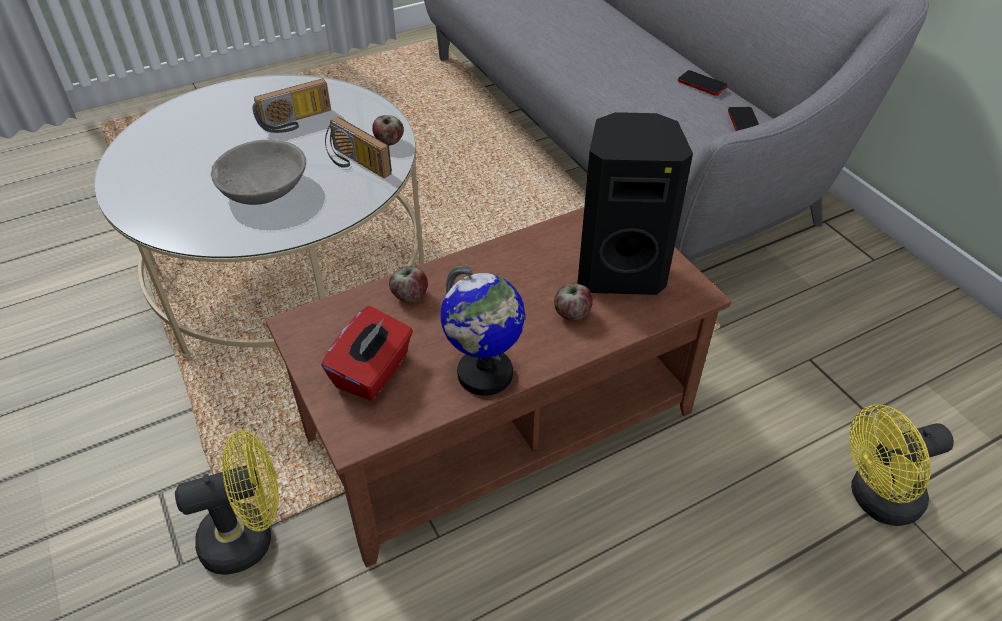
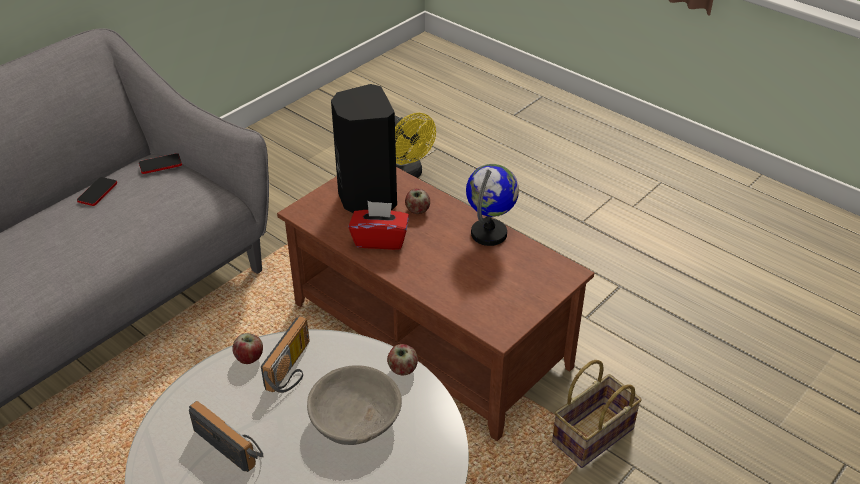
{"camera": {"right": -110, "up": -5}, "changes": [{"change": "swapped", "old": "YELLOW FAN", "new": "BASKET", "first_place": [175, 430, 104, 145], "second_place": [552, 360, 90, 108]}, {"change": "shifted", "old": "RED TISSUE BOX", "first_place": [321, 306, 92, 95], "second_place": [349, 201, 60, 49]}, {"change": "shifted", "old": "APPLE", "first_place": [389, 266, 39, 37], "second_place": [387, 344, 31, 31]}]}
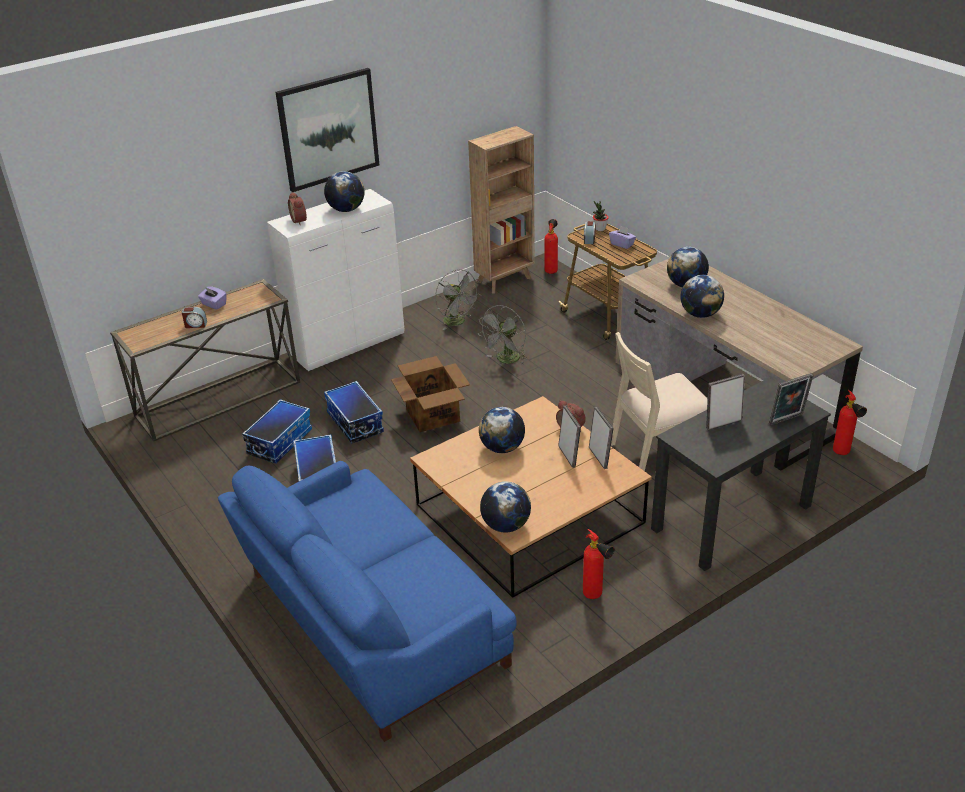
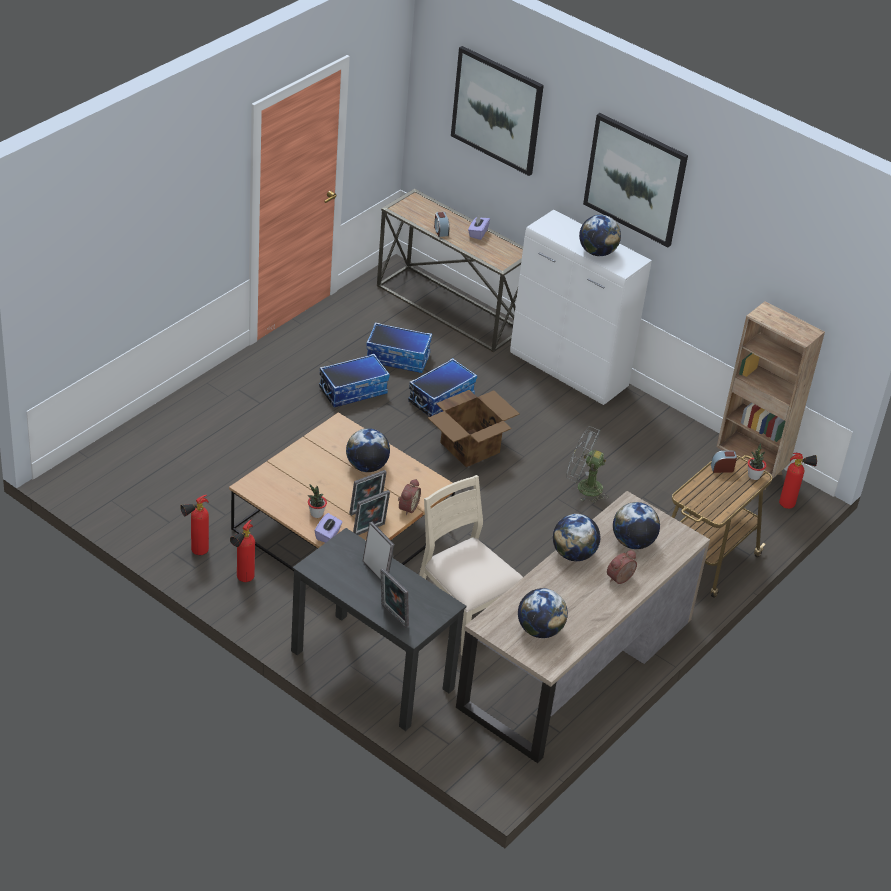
{"camera": {"right": 70, "up": 5}, "changes": [{"change": "gone", "old": "BLUE SOFA", "first_place": [218, 461, 298, 281]}, {"change": "shifted", "old": "ALARM CLOCK", "first_place": [288, 192, 19, 33], "second_place": [607, 550, 30, 34]}, {"change": "gone", "old": "GREY FAN", "first_place": [435, 269, 46, 61]}, {"change": "shifted", "old": "GLOBE", "first_place": [480, 481, 51, 52], "second_place": [518, 588, 50, 50]}, {"change": "shifted", "old": "PURPLE TISSUE BOX", "first_place": [609, 225, 27, 24], "second_place": [315, 513, 28, 30]}, {"change": "shifted", "old": "FIRE EXTINGUISHER", "first_place": [833, 390, 34, 65], "second_place": [180, 495, 29, 60]}, {"change": "new", "new": "POTTED PLANT", "second_place": [308, 484, 19, 34]}, {"change": "new", "new": "PICTURE", "second_place": [451, 46, 93, 130]}]}
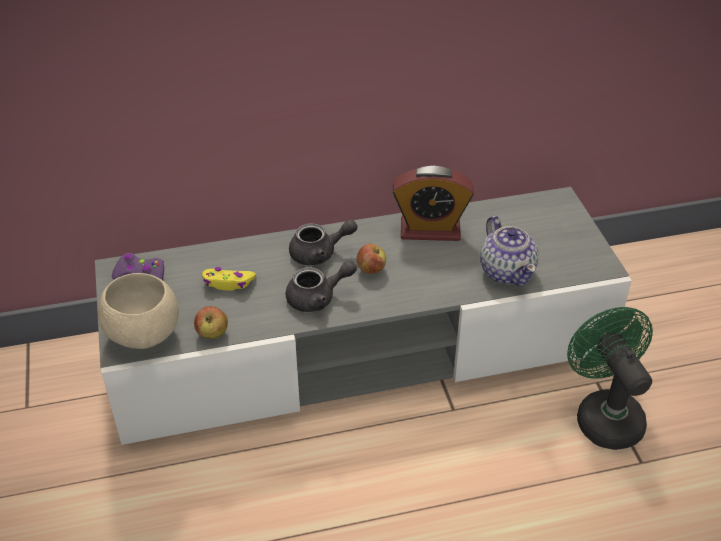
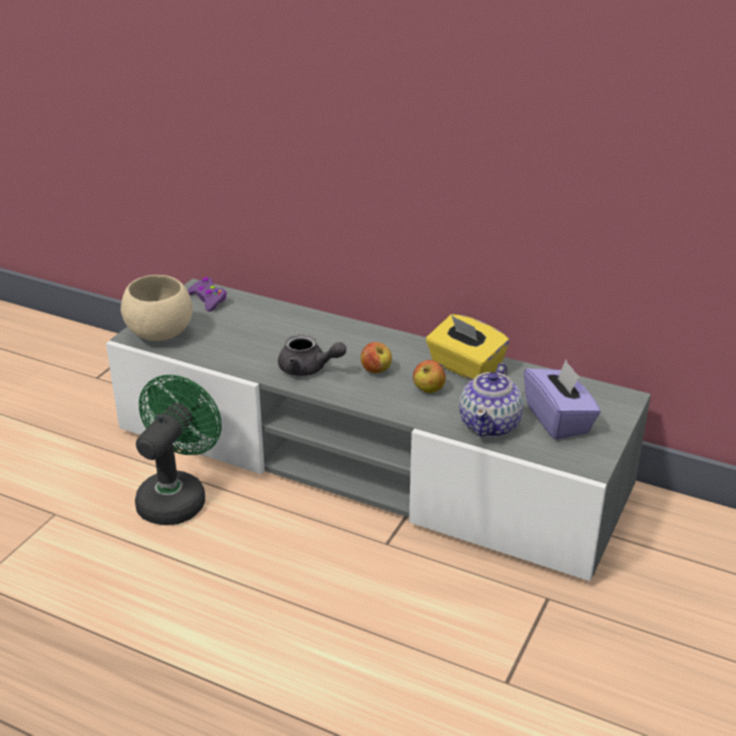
{"camera": {"right": 40, "up": -10}, "changes": [{"change": "shifted", "old": "APPLE", "first_place": [194, 306, 34, 33], "second_place": [413, 360, 33, 33]}, {"change": "gone", "old": "YELLOW GAME CONTROLLER", "first_place": [202, 267, 54, 23]}, {"change": "gone", "old": "GREY TEAPOT", "first_place": [289, 219, 69, 46]}, {"change": "swapped", "old": "ALARM CLOCK", "new": "YELLOW TISSUE BOX", "first_place": [393, 166, 81, 75], "second_place": [426, 314, 83, 66]}, {"change": "shifted", "old": "GREEN FAN", "first_place": [567, 307, 86, 143], "second_place": [135, 375, 87, 150]}, {"change": "new", "new": "PURPLE TISSUE BOX", "second_place": [524, 360, 77, 80]}]}
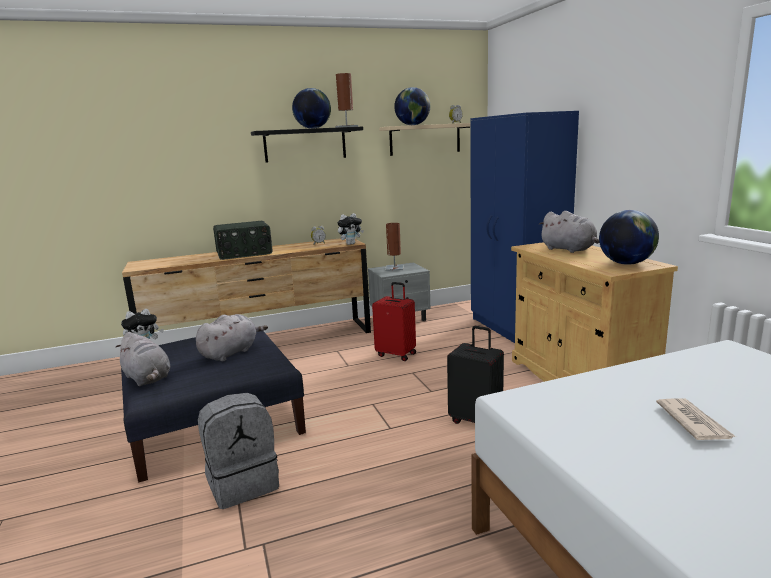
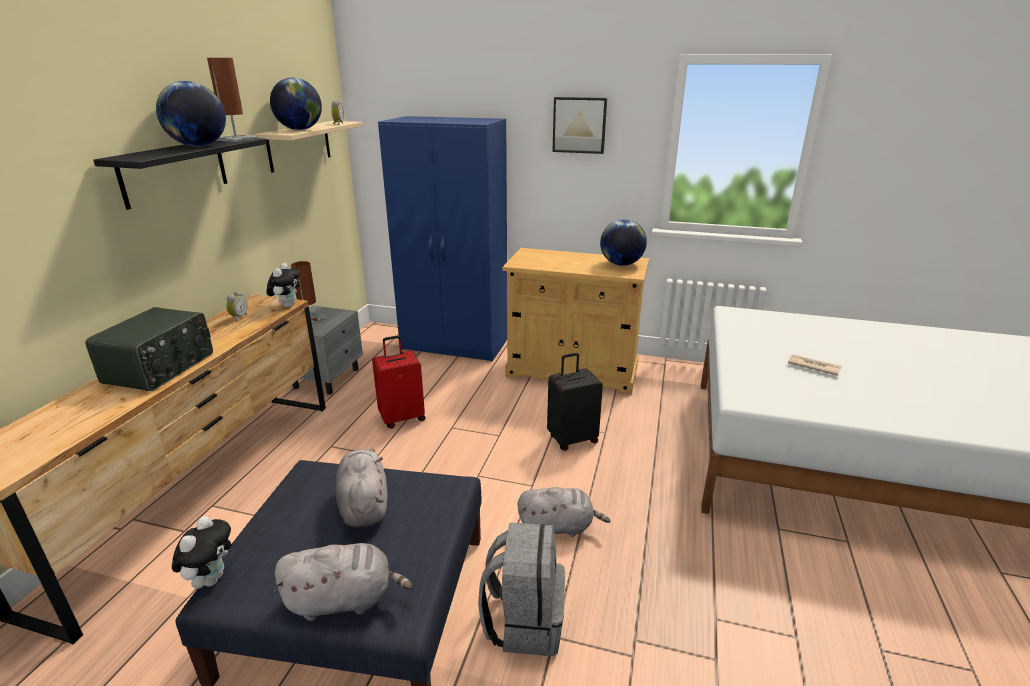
{"camera": {"right": -55, "up": 10}, "changes": [{"change": "shifted", "old": "GREY PLUSH TOY", "first_place": [539, 211, 60, 42], "second_place": [517, 487, 94, 50]}, {"change": "new", "new": "PICTURE", "second_place": [552, 97, 55, 57]}]}
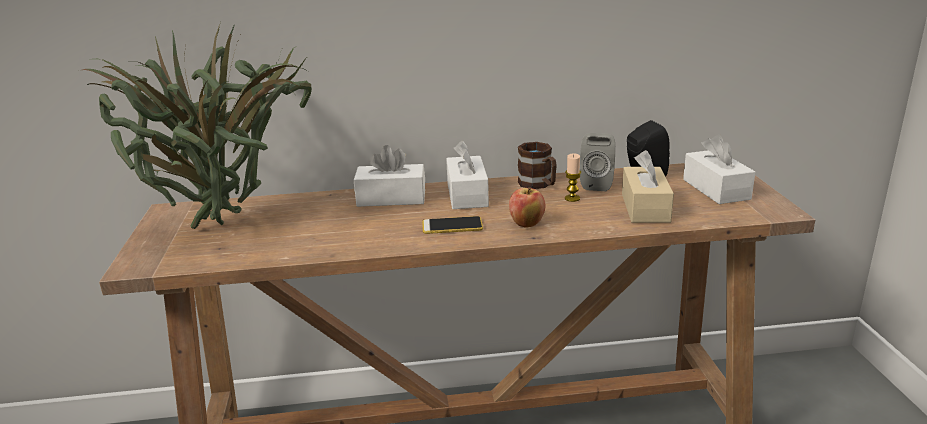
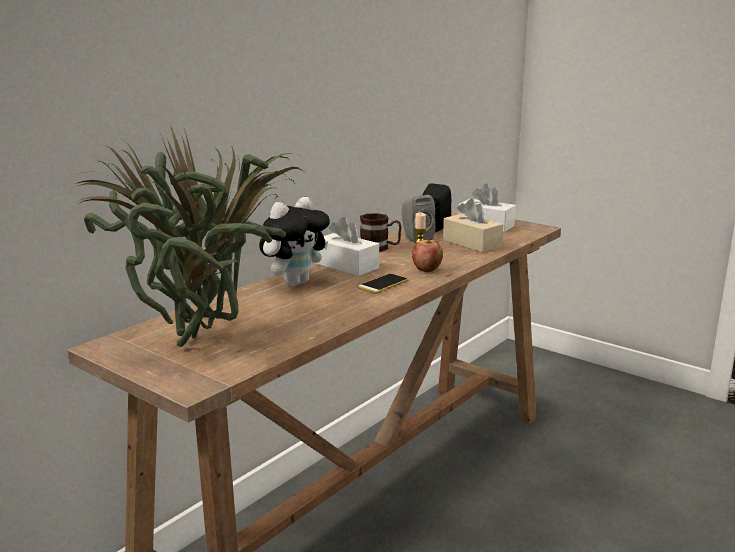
{"camera": {"right": -45, "up": -5}, "changes": [{"change": "swapped", "old": "WHITE TISSUE BOX", "new": "PLUSH TOY", "first_place": [354, 145, 71, 62], "second_place": [259, 197, 71, 89]}]}
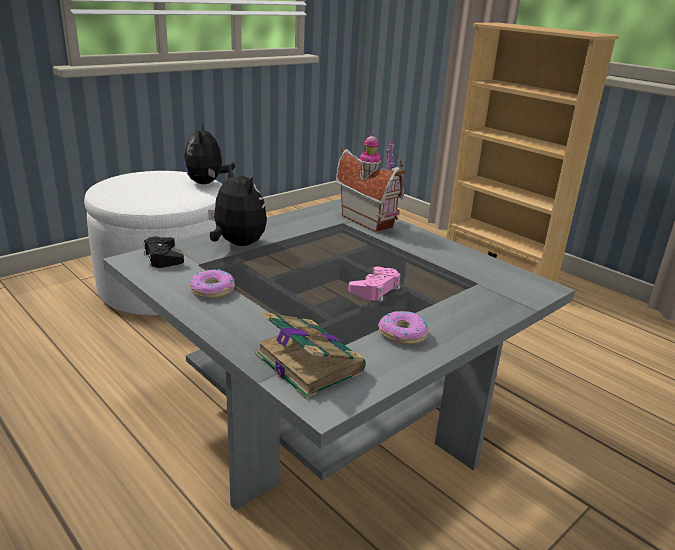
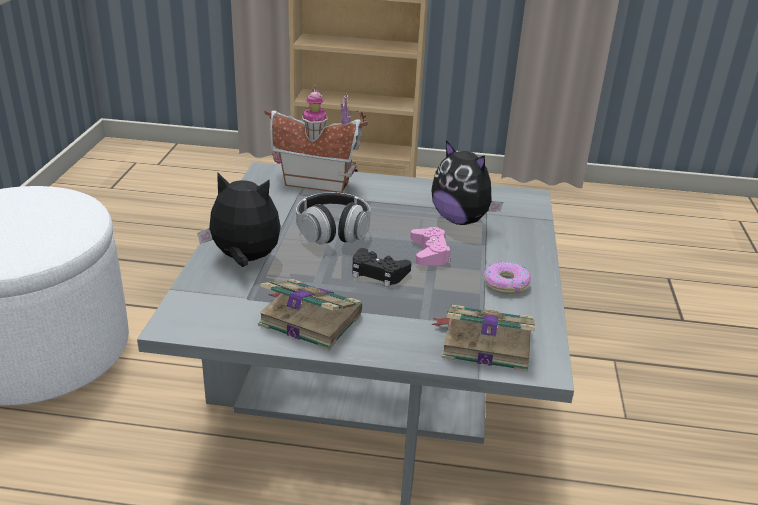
{"camera": {"right": -40, "up": 5}, "changes": [{"change": "shifted", "old": "BLACK GAME CONTROLLER", "first_place": [143, 237, 41, 31], "second_place": [352, 248, 59, 39]}, {"change": "shifted", "old": "PLUSH TOY", "first_place": [184, 123, 51, 61], "second_place": [431, 140, 72, 85]}, {"change": "swapped", "old": "DONUT", "new": "BOOK", "first_place": [189, 269, 46, 30], "second_place": [258, 279, 104, 71]}, {"change": "new", "new": "HEADPHONES", "second_place": [296, 192, 74, 53]}]}
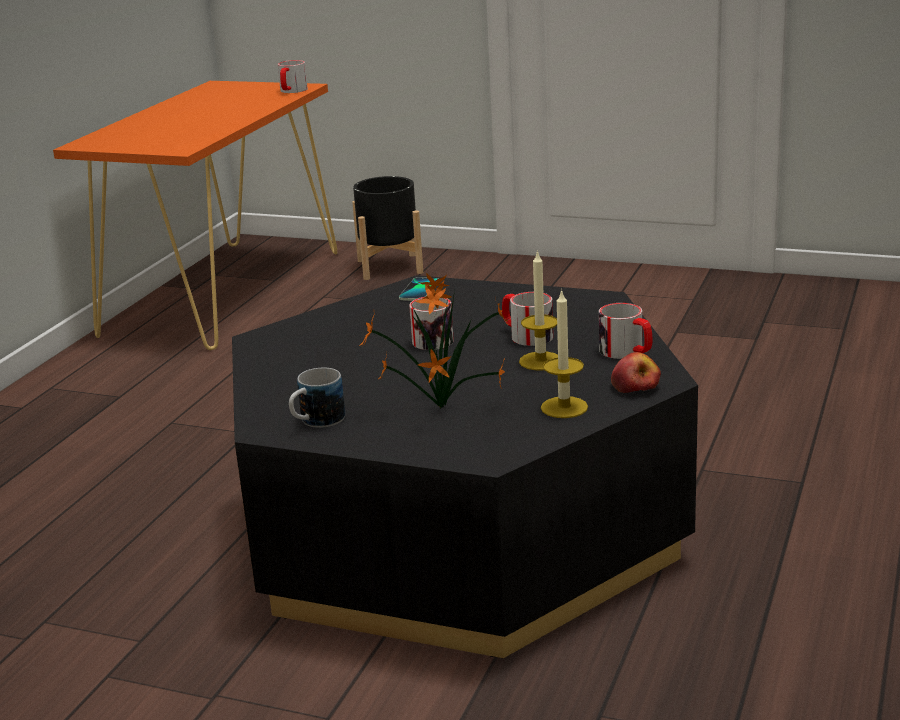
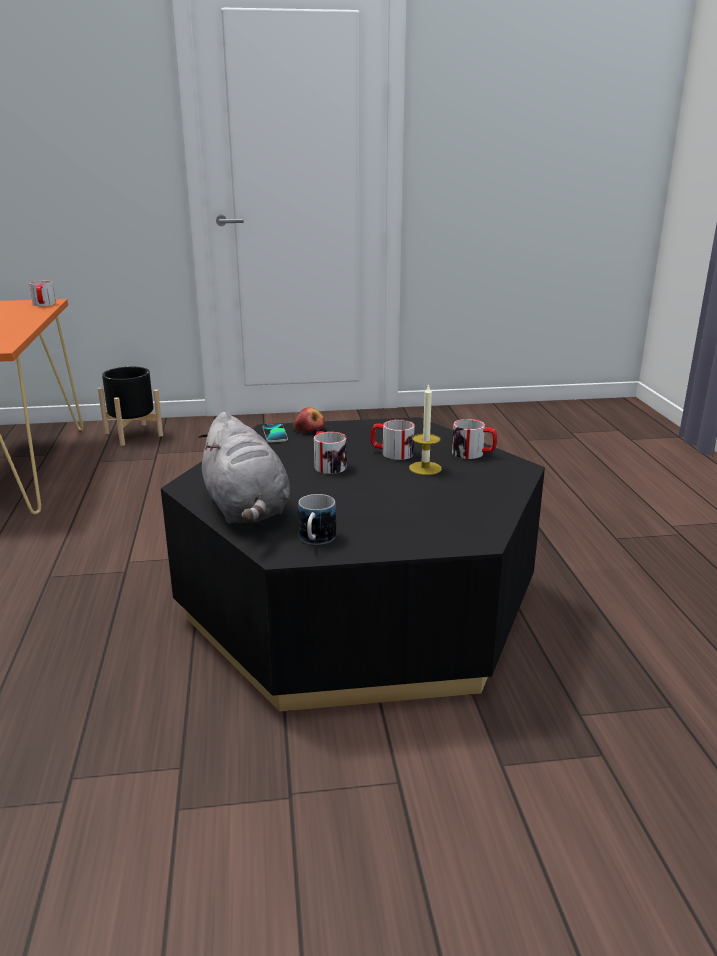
{"camera": {"right": -30, "up": 0}, "changes": [{"change": "gone", "old": "POTTED PLANT", "first_place": [359, 273, 148, 136]}, {"change": "gone", "old": "CANDLE", "first_place": [541, 289, 47, 129]}, {"change": "shifted", "old": "APPLE", "first_place": [611, 352, 50, 41], "second_place": [293, 407, 32, 26]}, {"change": "new", "new": "GREY PLUSH TOY", "second_place": [198, 412, 92, 112]}]}
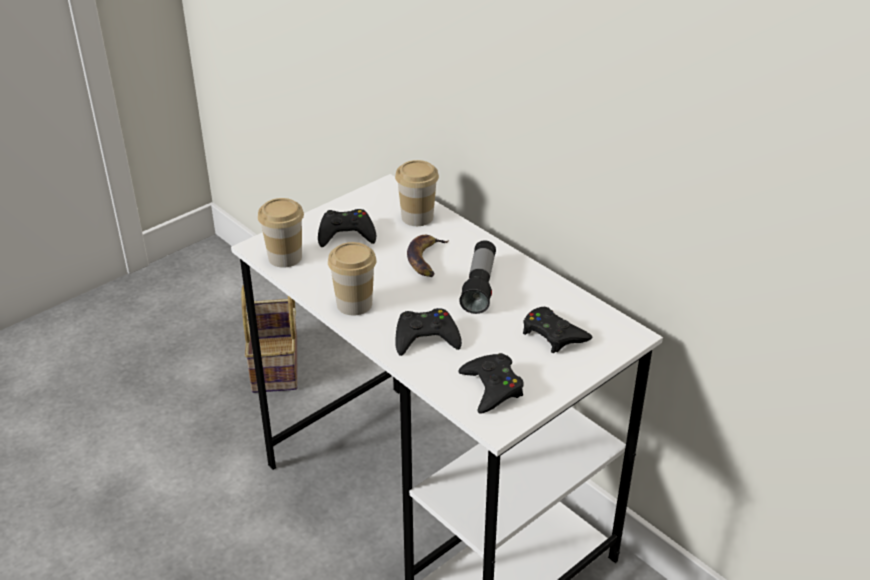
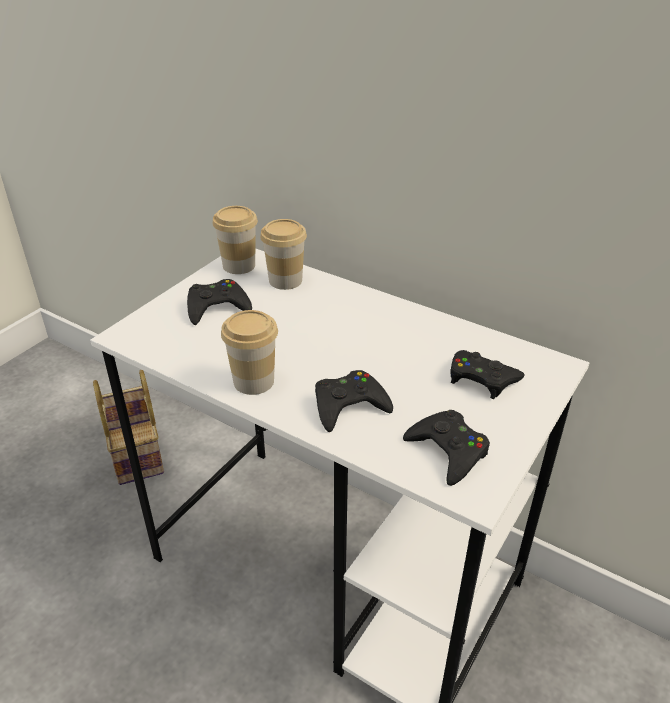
{"camera": {"right": -15, "up": 0}, "changes": [{"change": "shifted", "old": "CUP", "first_place": [258, 198, 46, 70], "second_place": [212, 206, 46, 68]}, {"change": "gone", "old": "BANANA", "first_place": [407, 235, 42, 42]}, {"change": "gone", "old": "FLASHLIGHT", "first_place": [459, 240, 37, 74]}]}
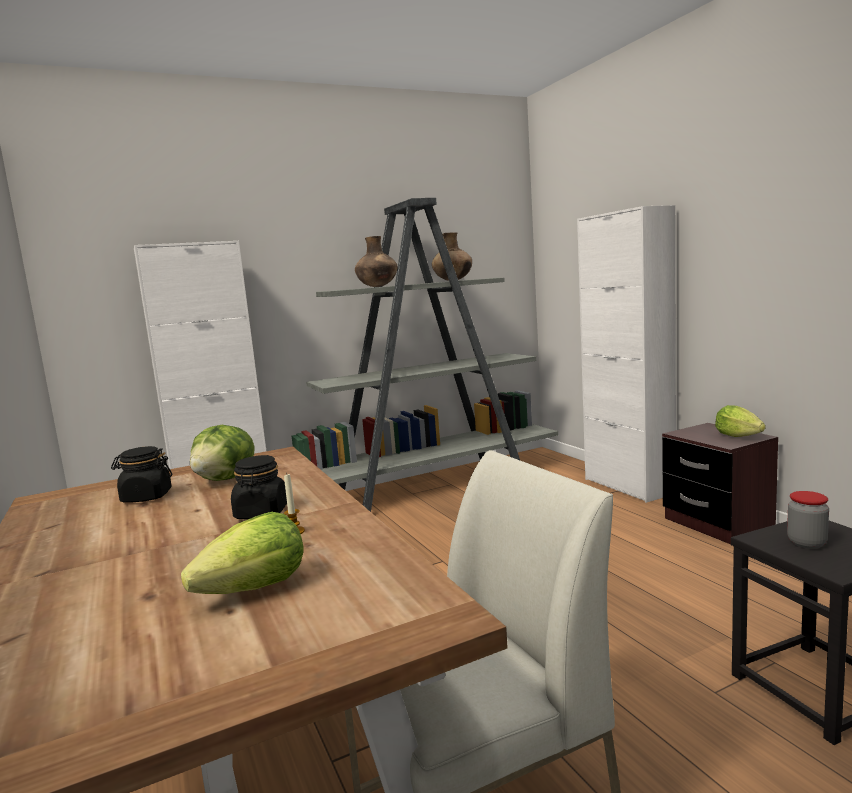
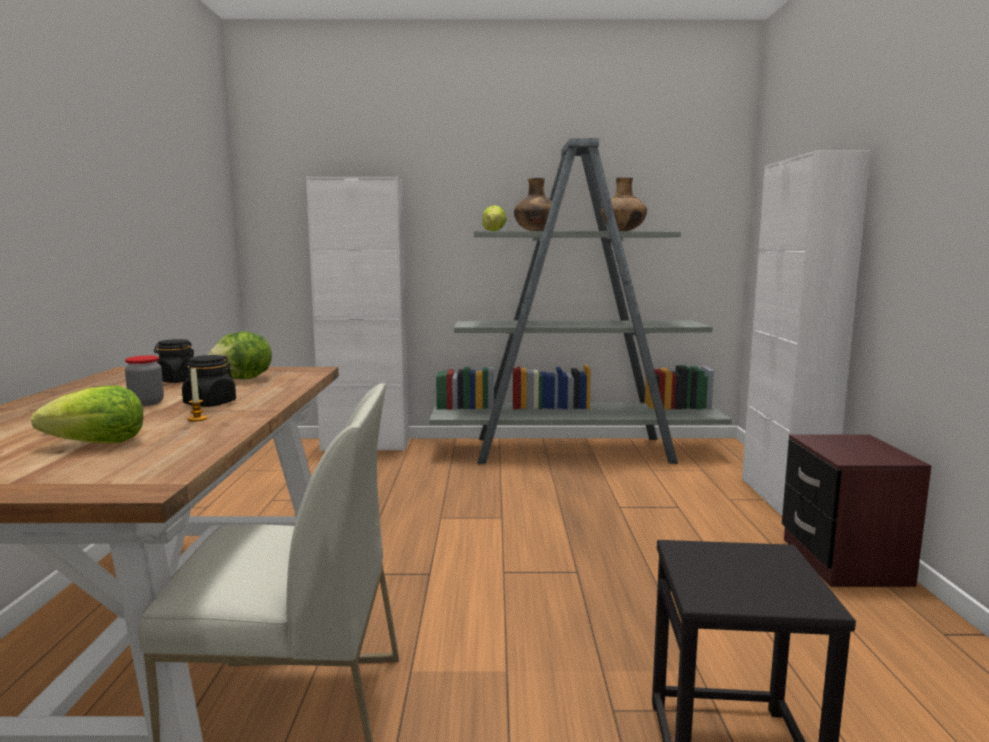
{"camera": {"right": 25, "up": 0}, "changes": [{"change": "shifted", "old": "LETTUCE", "first_place": [715, 405, 51, 32], "second_place": [482, 205, 25, 26]}, {"change": "shifted", "old": "JAR", "first_place": [787, 491, 42, 58], "second_place": [125, 355, 39, 51]}]}
